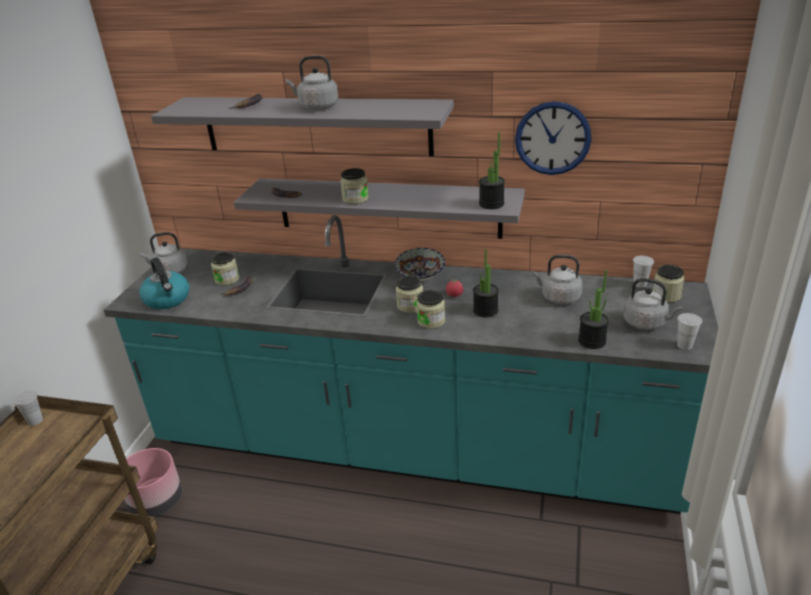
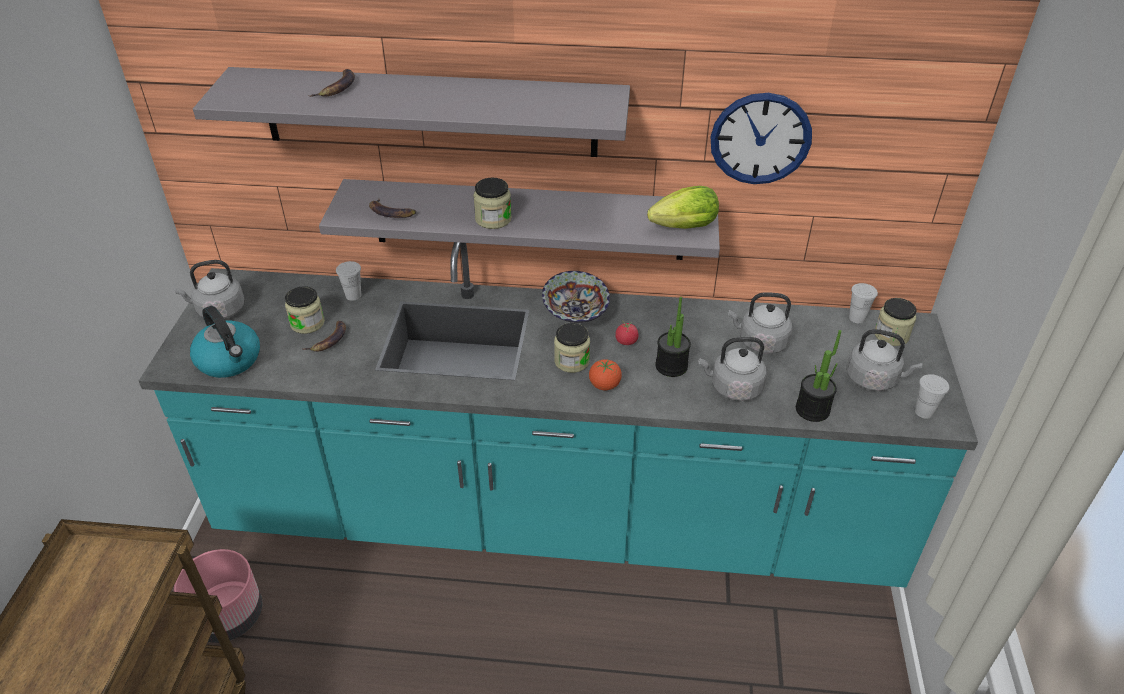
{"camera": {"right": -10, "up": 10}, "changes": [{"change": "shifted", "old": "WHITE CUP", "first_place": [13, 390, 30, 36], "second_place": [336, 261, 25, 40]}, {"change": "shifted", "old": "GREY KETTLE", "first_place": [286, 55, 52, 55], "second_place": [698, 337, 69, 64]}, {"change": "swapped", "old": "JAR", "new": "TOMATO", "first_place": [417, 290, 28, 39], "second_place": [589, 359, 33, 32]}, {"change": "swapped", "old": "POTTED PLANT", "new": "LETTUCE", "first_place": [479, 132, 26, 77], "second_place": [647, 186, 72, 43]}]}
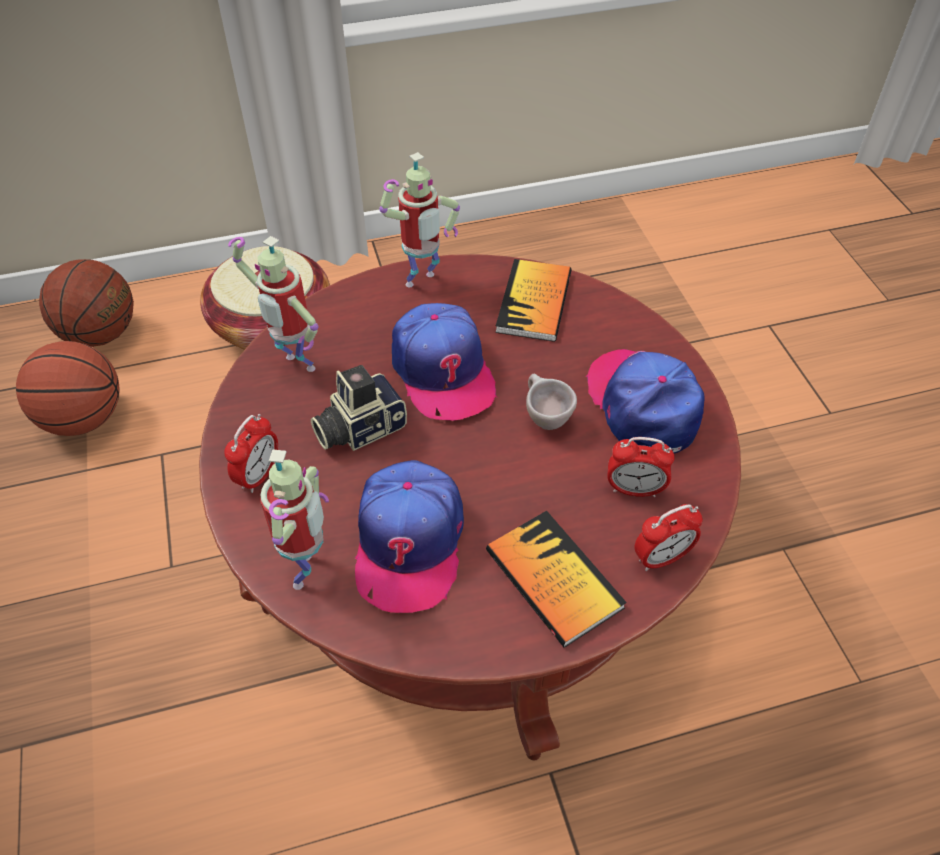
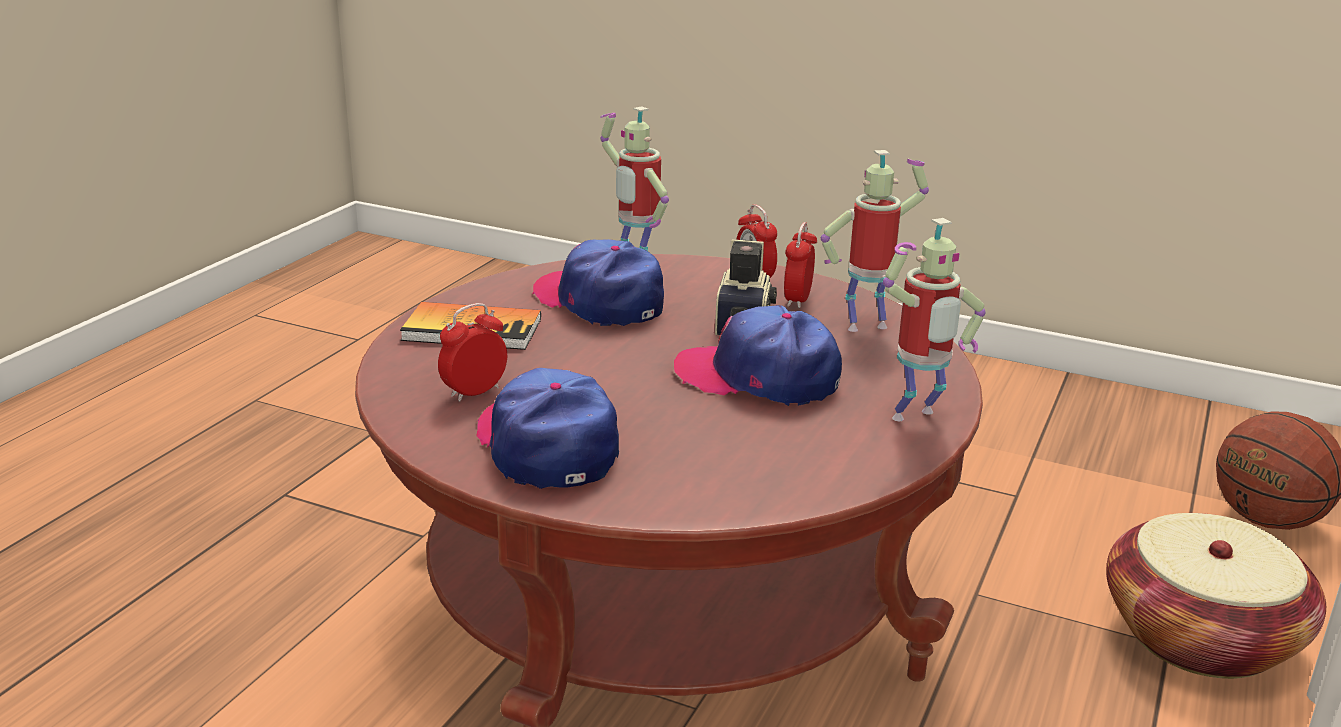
{"camera": {"right": 130, "up": -25}, "changes": [{"change": "gone", "old": "BASKETBALL", "first_place": [16, 341, 103, 95]}, {"change": "rotated", "old": "TOY ROBOT", "first_place": [379, 152, 81, 135], "second_place": [883, 218, 103, 203], "degrees": -120}, {"change": "gone", "old": "BOOK", "first_place": [495, 259, 76, 83]}, {"change": "gone", "old": "BEIGE CUP", "first_place": [526, 374, 51, 56]}, {"change": "rotated", "old": "CAP", "first_place": [586, 349, 119, 104], "second_place": [476, 368, 143, 121], "degrees": -135}, {"change": "shifted", "old": "ALARM CLOCK", "first_place": [634, 504, 69, 67], "second_place": [784, 222, 33, 86]}]}
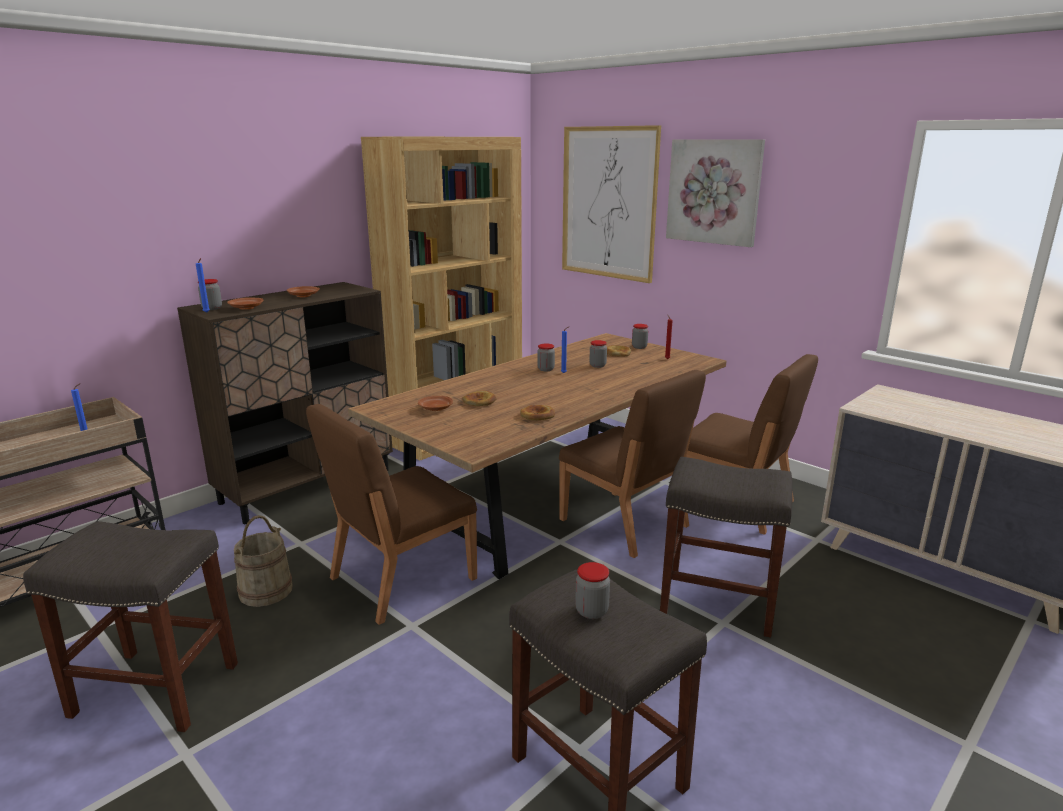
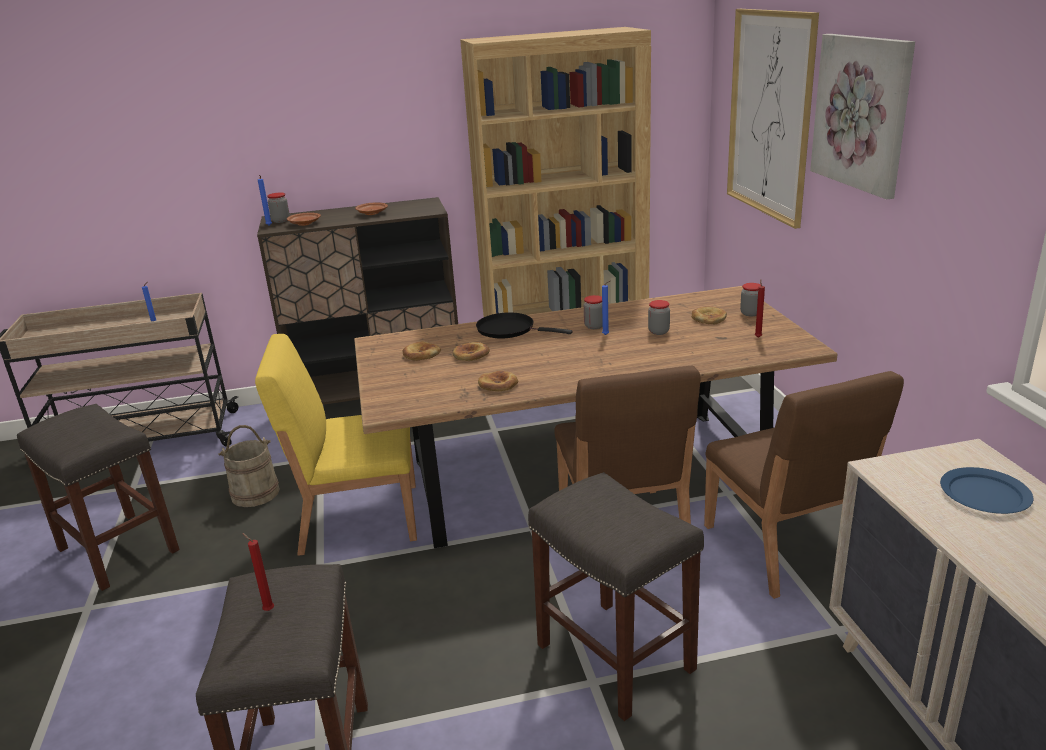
{"camera": {"right": 35, "up": 5}, "changes": [{"change": "repainted", "old": "BROWN CHAIR", "new": "YELLOW CHAIR", "first_place": [306, 404, 171, 221], "second_place": [255, 334, 162, 222]}, {"change": "swapped", "old": "BROWN PLATE", "new": "BREAD", "first_place": [418, 396, 35, 15], "second_place": [402, 341, 39, 20]}, {"change": "swapped", "old": "JAR", "new": "RED CANDLE", "first_place": [575, 562, 35, 57], "second_place": [242, 533, 32, 78]}, {"change": "new", "new": "BLACK FRYING PAN", "second_place": [476, 313, 96, 25]}, {"change": "new", "new": "BLUE PLATE", "second_place": [940, 467, 93, 47]}]}
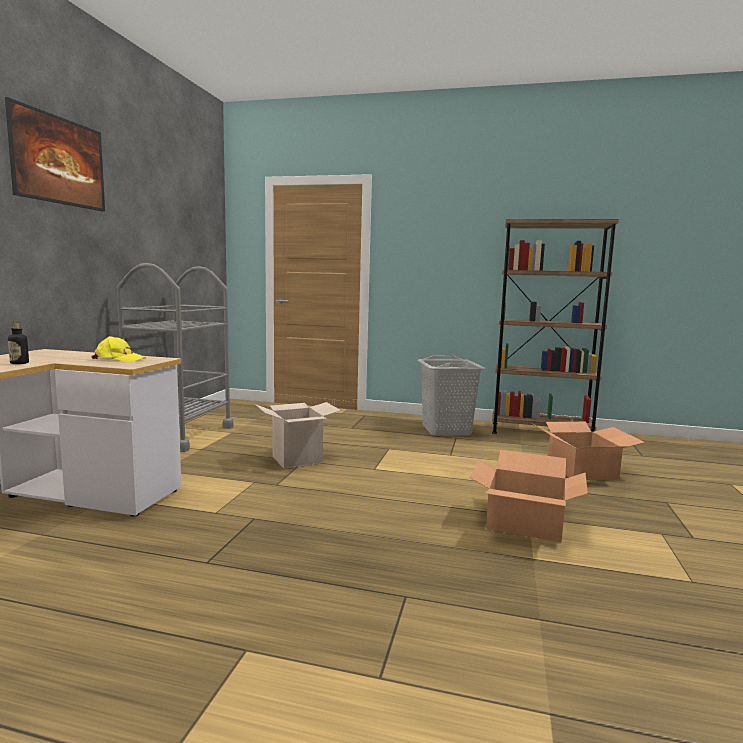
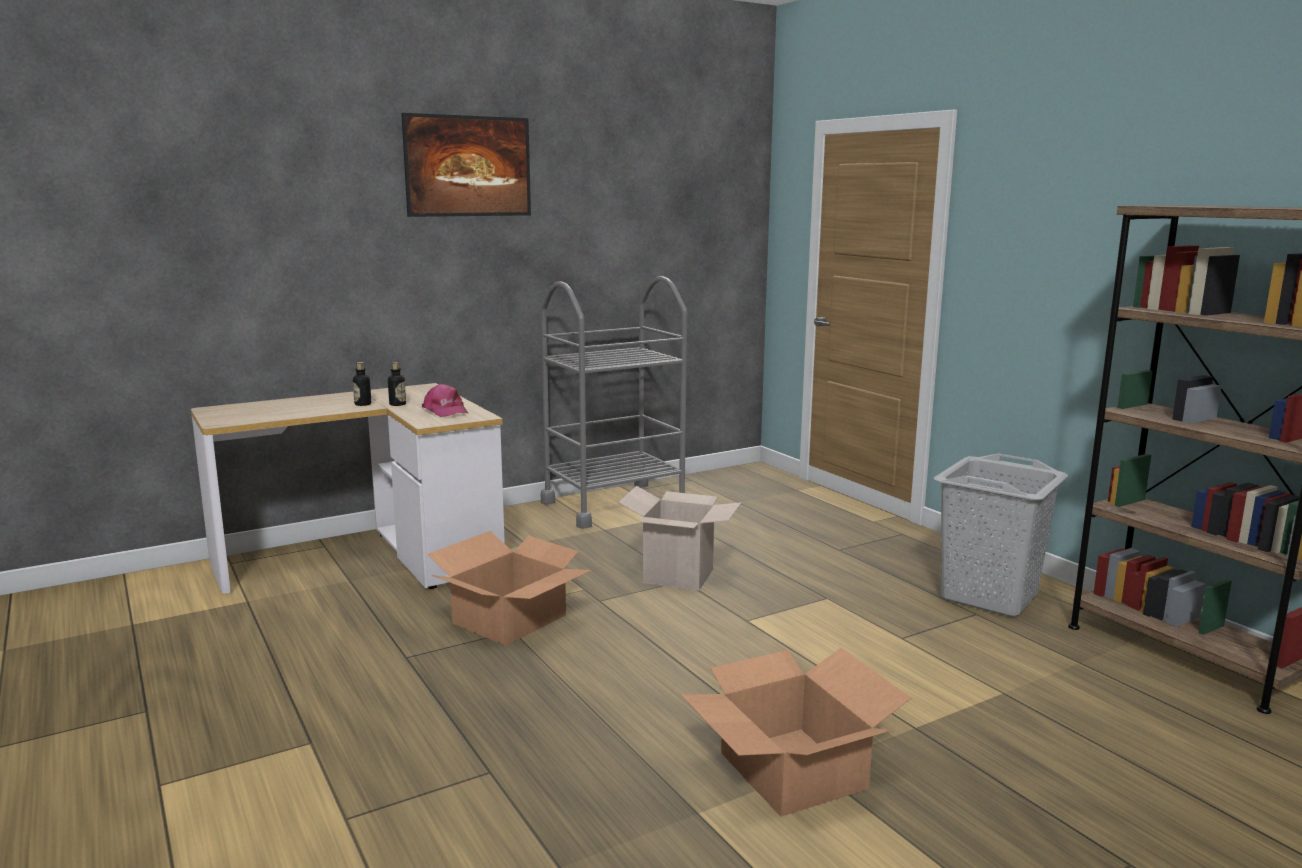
{"camera": {"right": 45, "up": 5}, "changes": [{"change": "repainted", "old": "YELLOW CAP", "new": "PINK CAP", "first_place": [91, 336, 55, 26], "second_place": [422, 384, 47, 33]}, {"change": "shifted", "old": "CARDBOARD BOX", "first_place": [532, 422, 113, 58], "second_place": [427, 531, 165, 115]}, {"change": "new", "new": "BOTTLE", "second_place": [388, 362, 18, 44]}]}
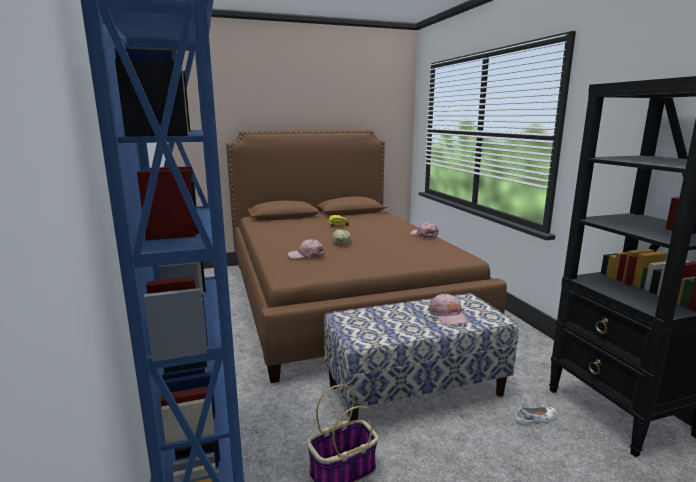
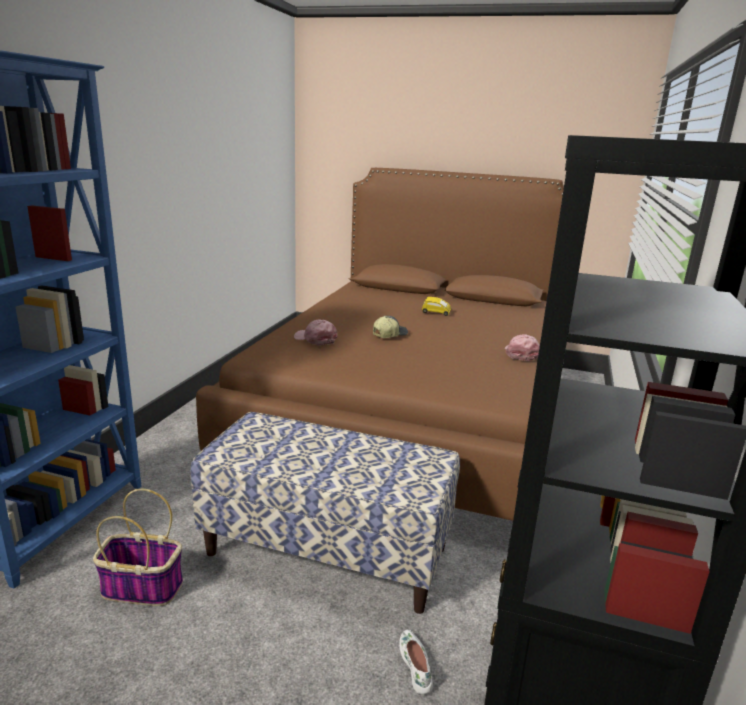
{"camera": {"right": 35, "up": 5}, "changes": [{"change": "gone", "old": "PINK CAP", "first_place": [429, 293, 40, 32]}, {"change": "rotated", "old": "WHITE SHOE", "first_place": [516, 407, 41, 18], "second_place": [399, 630, 34, 64], "degrees": -120}]}
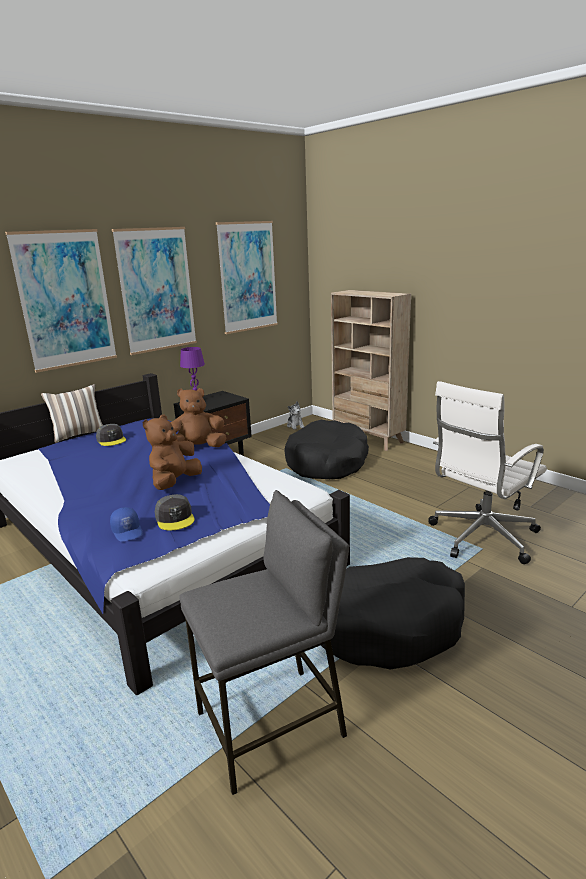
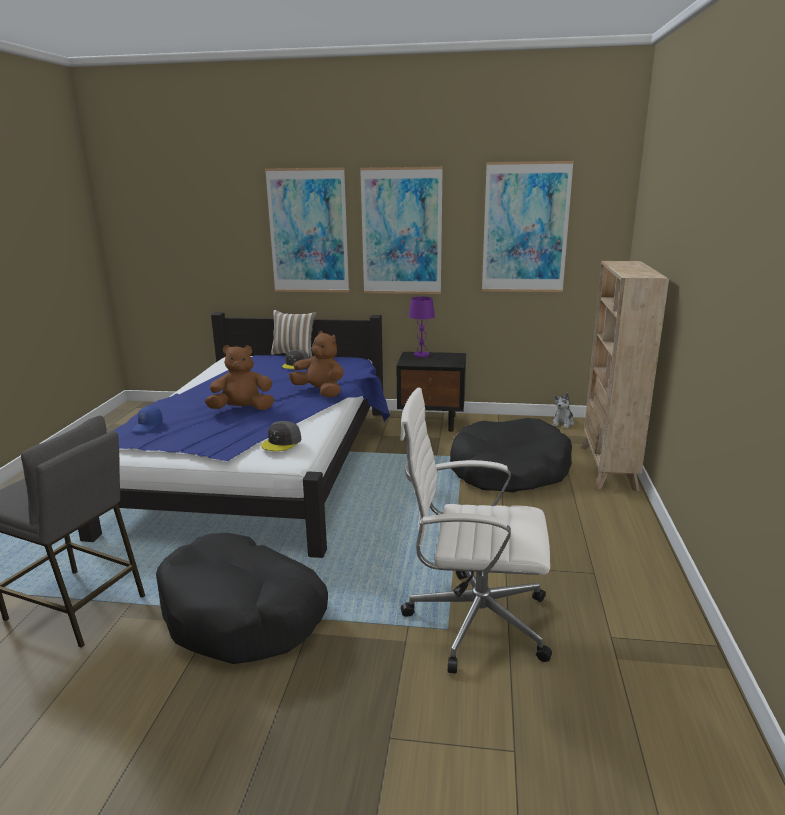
{"camera": {"right": 50, "up": 0}, "changes": [{"change": "shifted", "old": "GREY CAP", "first_place": [155, 494, 40, 36], "second_place": [261, 421, 41, 30]}]}
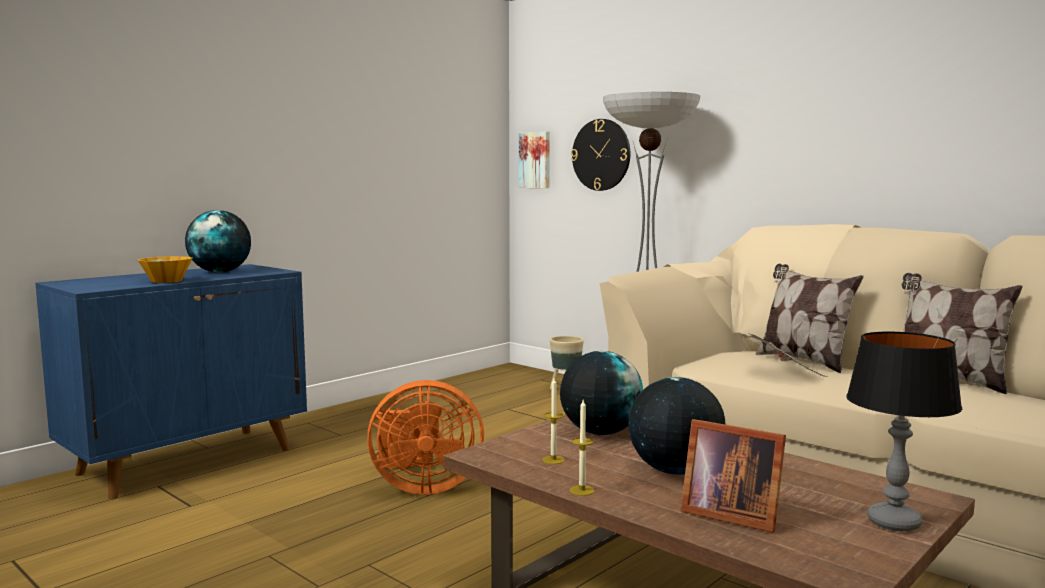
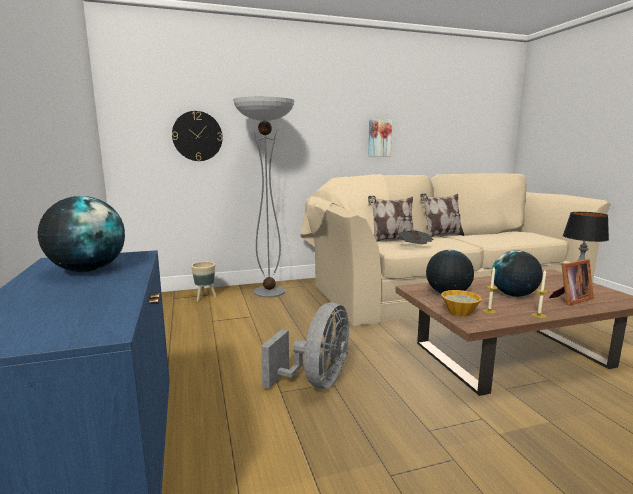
{"camera": {"right": -60, "up": 5}, "changes": [{"change": "shifted", "old": "BOWL", "first_place": [138, 256, 54, 27], "second_place": [441, 290, 41, 27]}, {"change": "repainted", "old": "ORANGE FAN", "new": "GREY FAN", "first_place": [367, 380, 117, 115], "second_place": [261, 303, 88, 86]}, {"change": "shifted", "old": "PICTURE", "first_place": [519, 131, 31, 57], "second_place": [368, 119, 24, 38]}]}
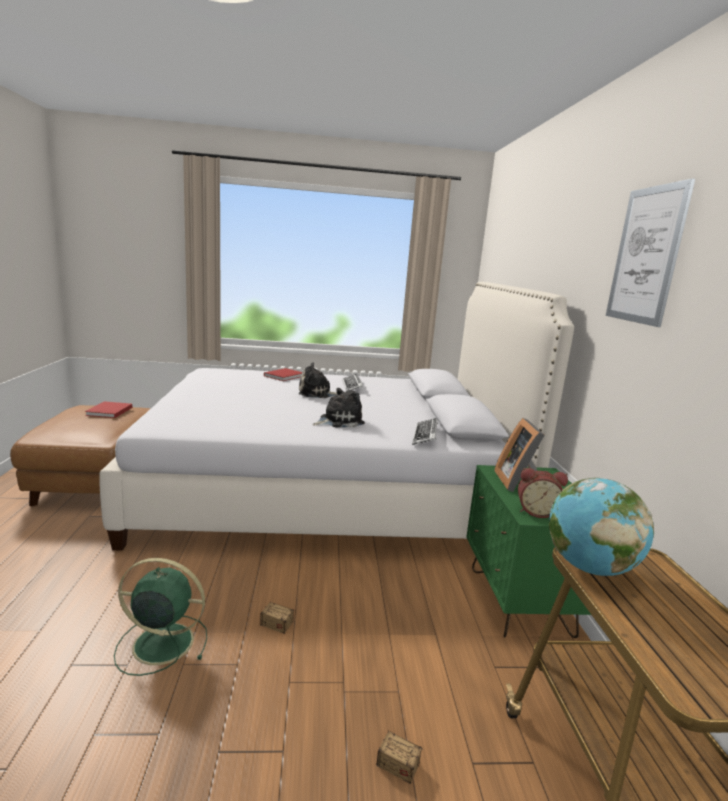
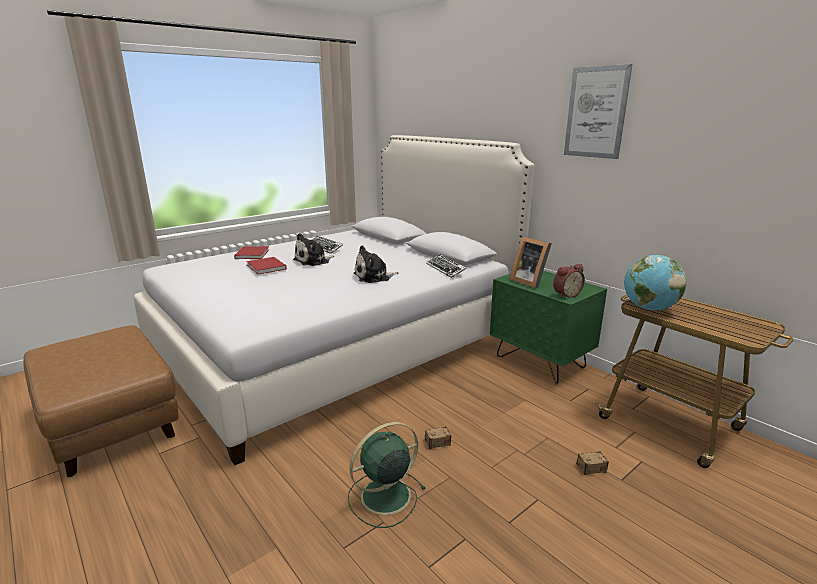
{"camera": {"right": -35, "up": 5}, "changes": [{"change": "shifted", "old": "RED BOOK", "first_place": [85, 401, 47, 17], "second_place": [246, 257, 41, 18]}, {"change": "rotated", "old": "PLUSH TOY", "first_place": [312, 388, 53, 39], "second_place": [354, 245, 45, 38], "degrees": -135}]}
